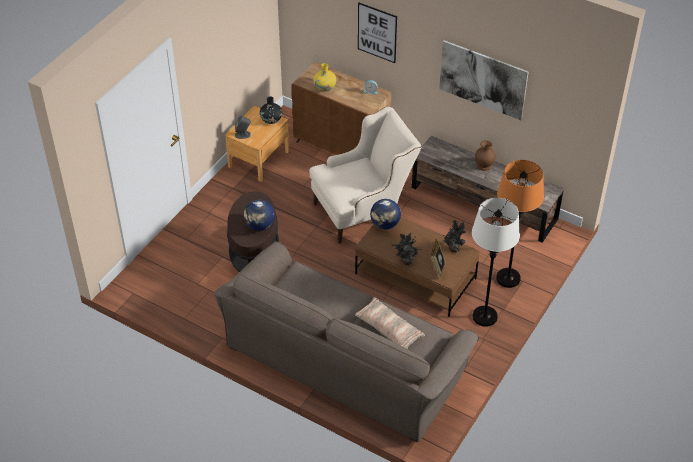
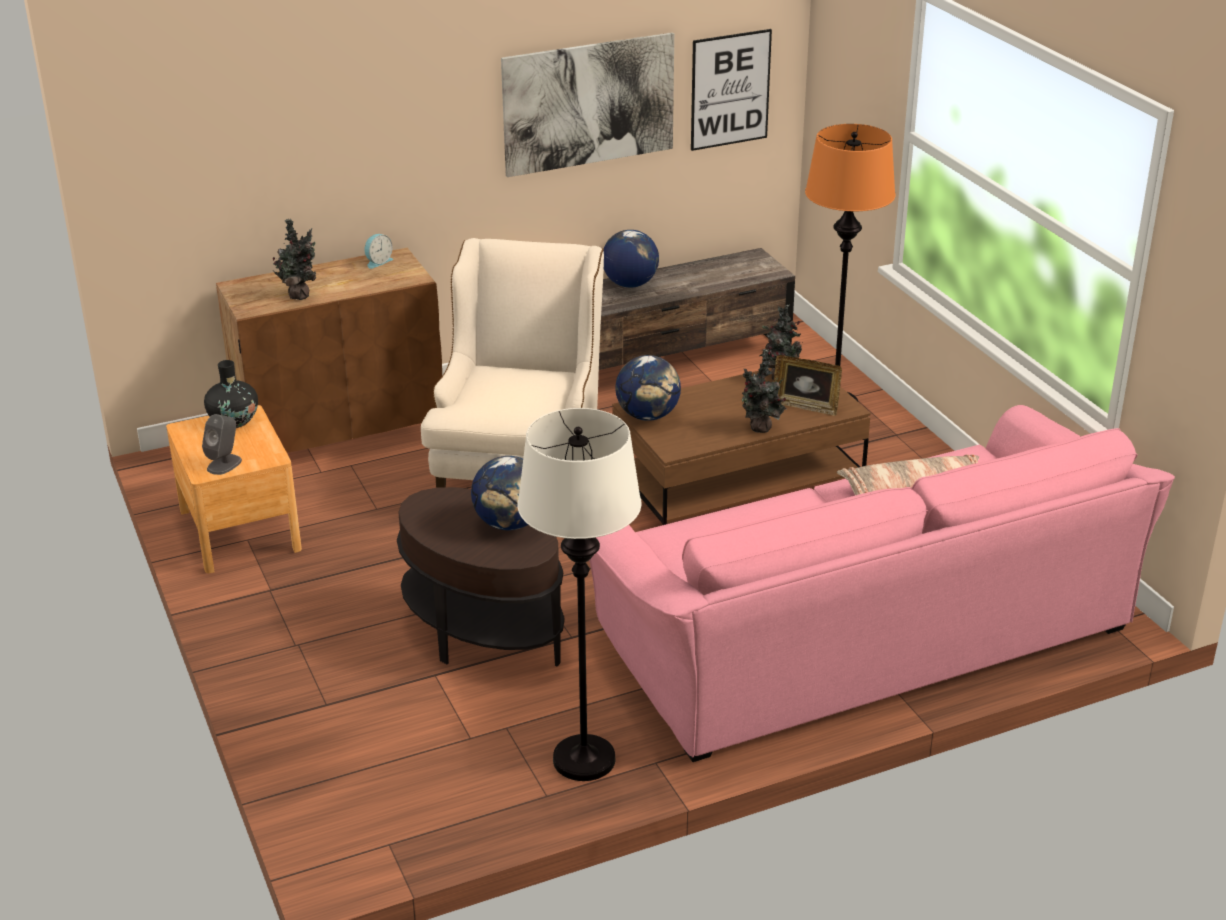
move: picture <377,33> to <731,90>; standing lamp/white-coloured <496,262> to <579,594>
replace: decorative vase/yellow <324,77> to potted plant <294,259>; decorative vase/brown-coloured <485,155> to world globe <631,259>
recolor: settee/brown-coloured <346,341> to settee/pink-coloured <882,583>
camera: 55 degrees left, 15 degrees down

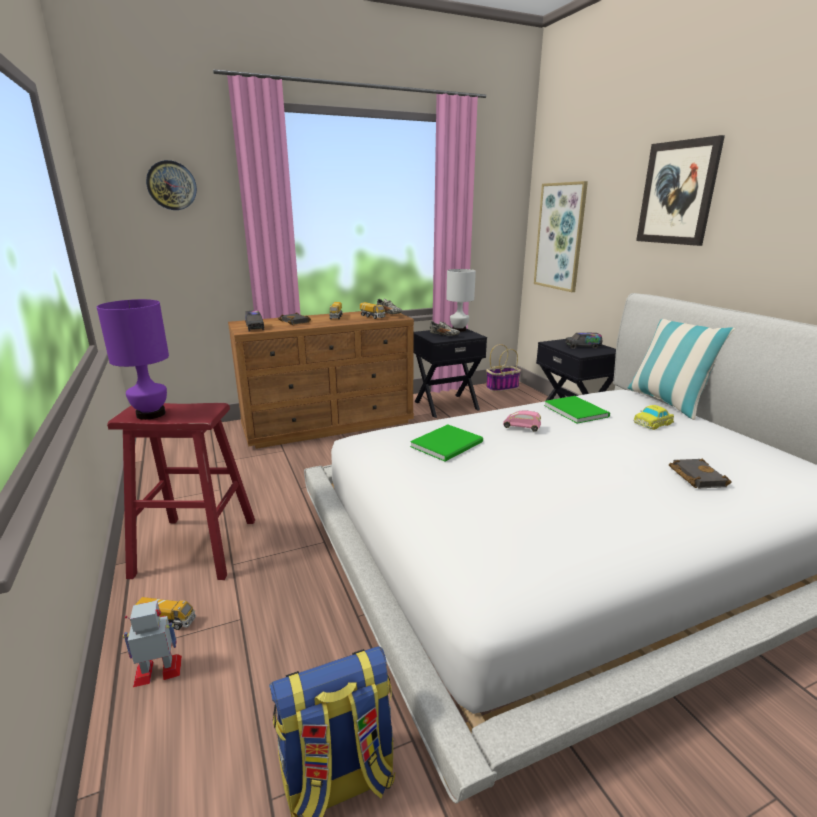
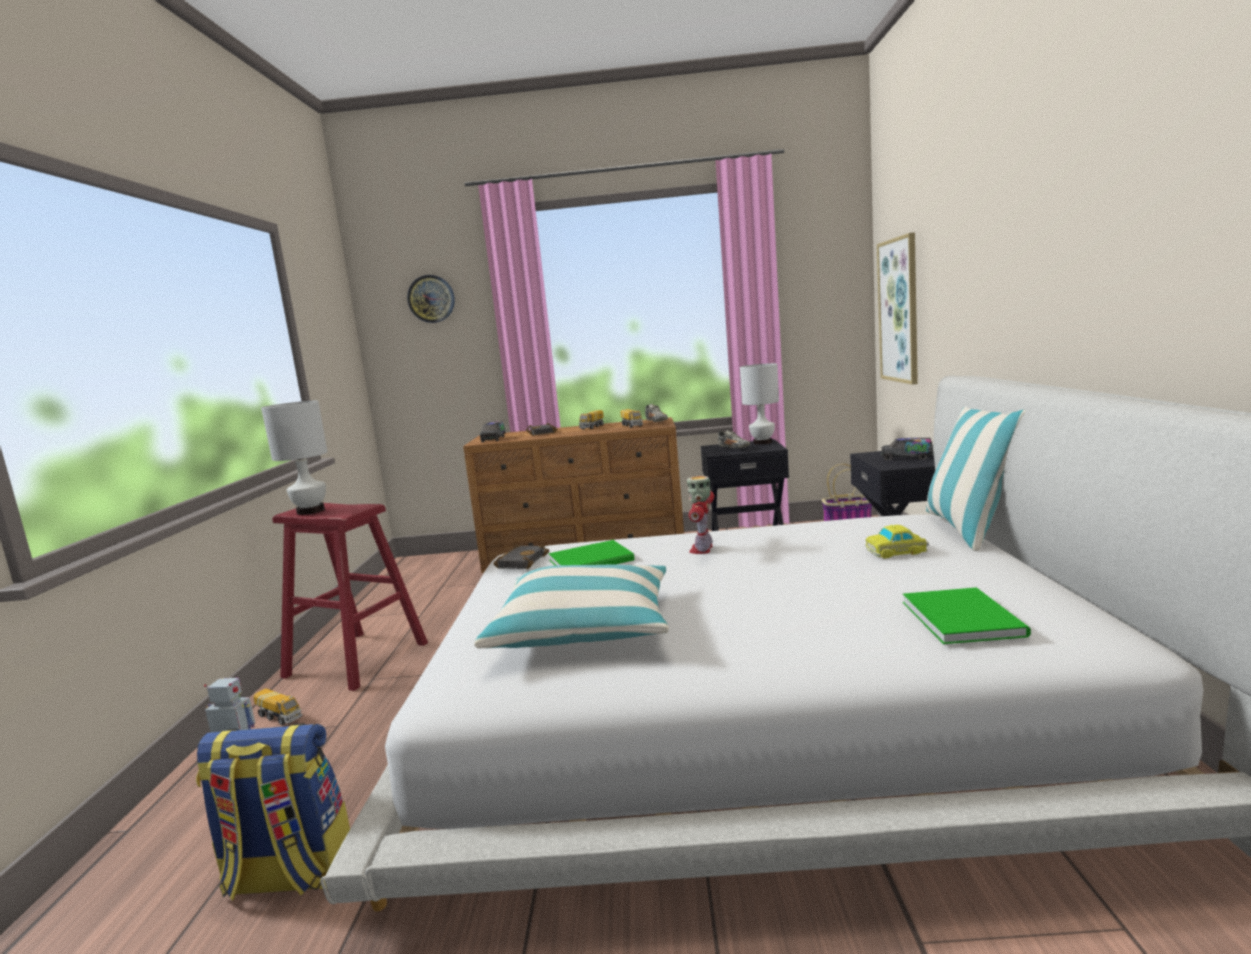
delete: picture <680,190>
insert: cushion <571,606>
move: volume/green-coloured <577,410> to <967,615>; volume/black <700,473> to <521,557>
replace: model car/pink-coloured <522,421> to robot figure <700,515>
recolor: lamp for a table/purple-coloured <133,359> to lamp for a table/white-coloured <294,457>
camera: 25 degrees right, 10 degrees down

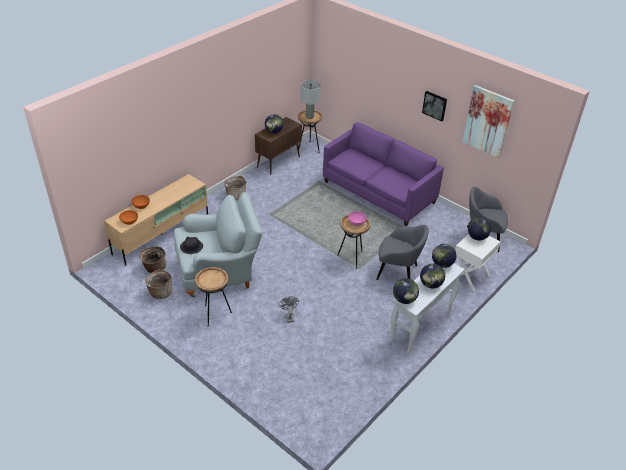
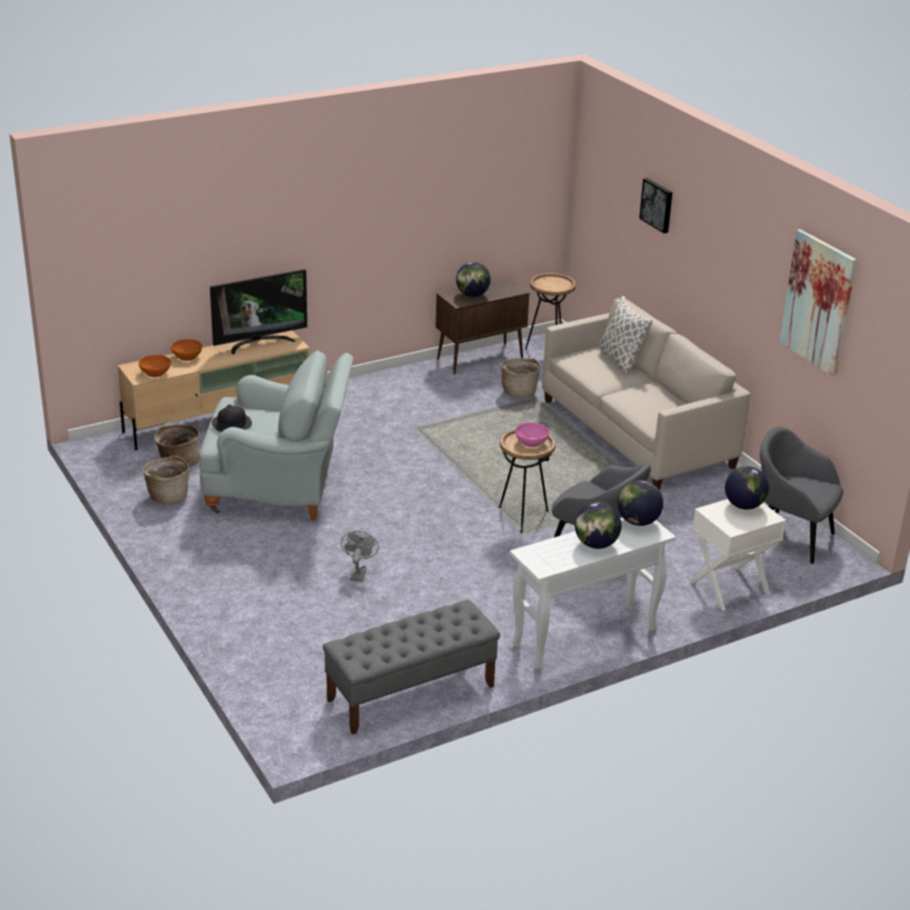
delete: side table/brown-coloured <213,297>; lamp for a table/gray <311,99>; world globe <406,291>
insert: TV <258,311>; indoor bench/gray <411,667>; cushion <626,335>
move: storage basket <235,188> to <520,378>; picture <434,106> to <656,205>
recolor: settee/purple-coloured <383,174> to settee/sand-coloured <646,394>
camera: 20 degrees right, 10 degrees down

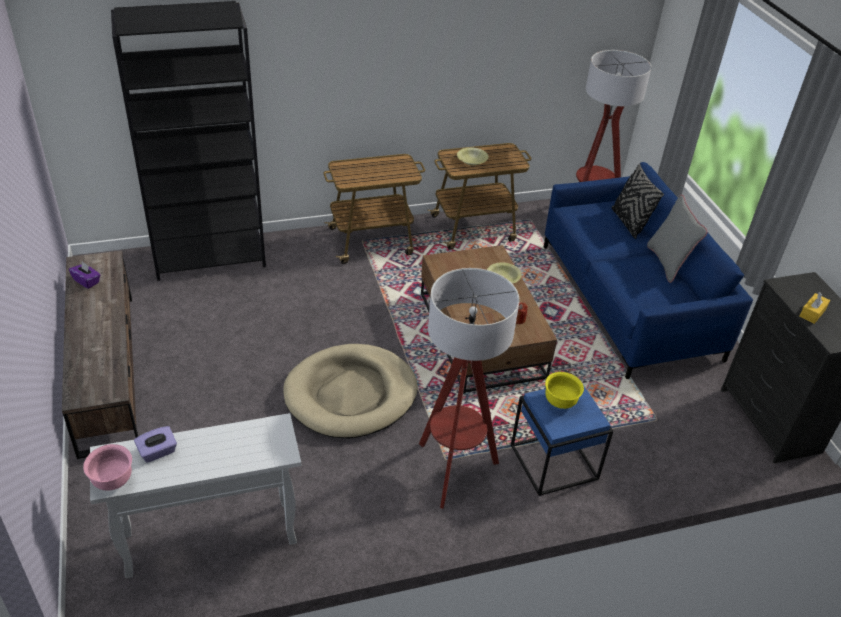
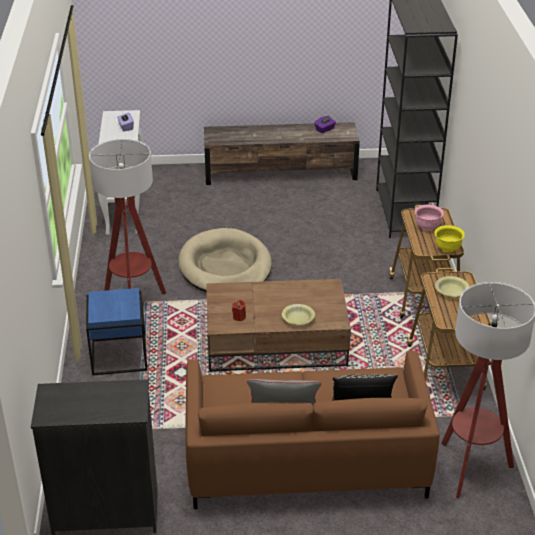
delete: tissue holder/yellow <814,308>
move: bowl/pink-coloured <107,467> to <429,218>; bowl/yellow <564,390> to <450,239>
recolor: settee/blue <648,270> to settee/brown-coloured <313,430>
camera: 105 degrees right, 5 degrees down

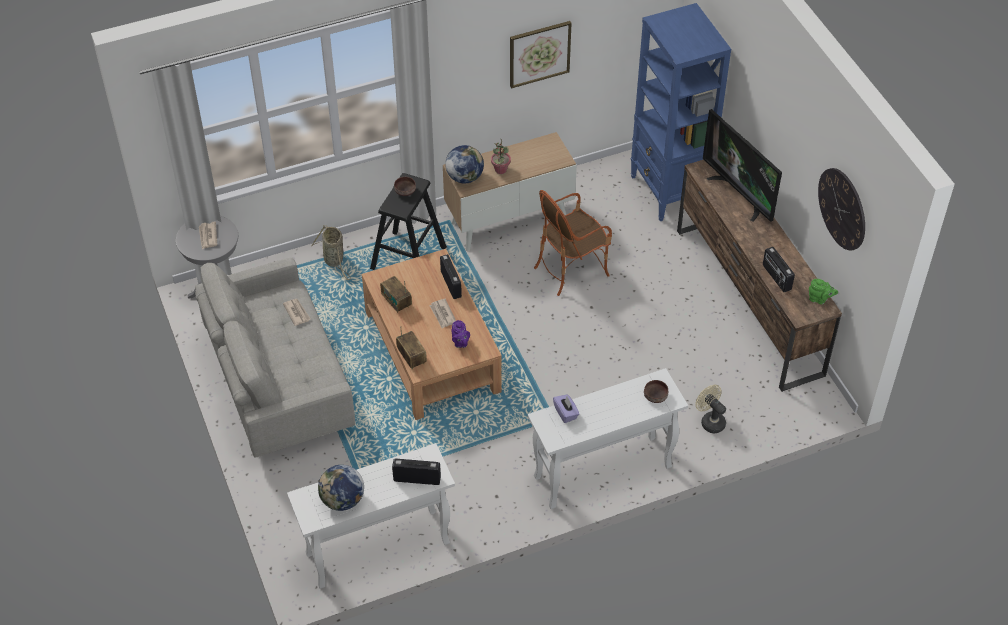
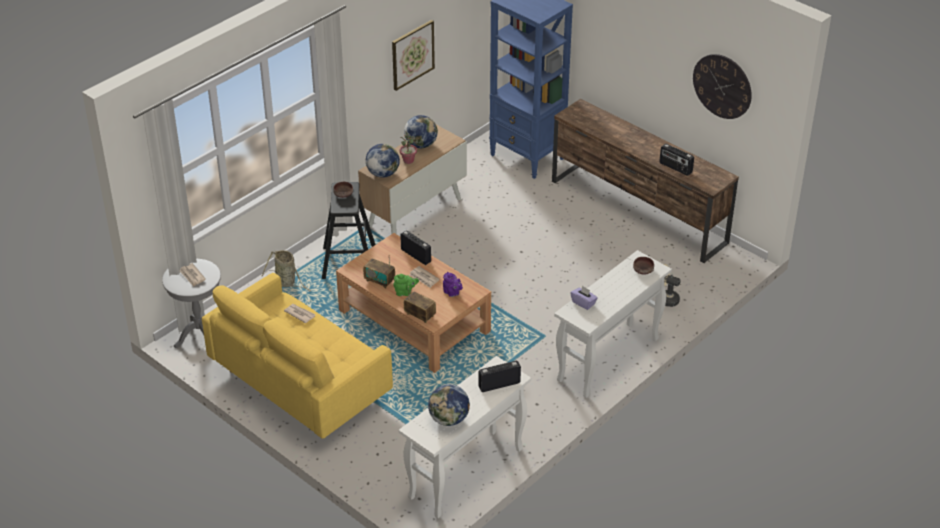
delete: armchair <573,243>; TV <742,165>
insert: world globe <421,131>
move: tea pot/green-coloured <823,291> to <406,285>
recolor: settee/gray <275,357> to settee/yellow <297,356>
camera: 25 degrees left, 10 degrees down

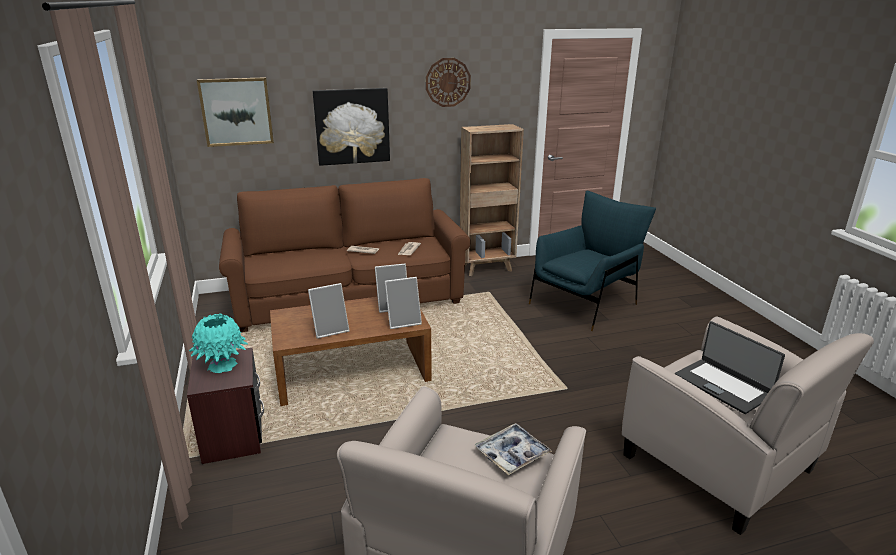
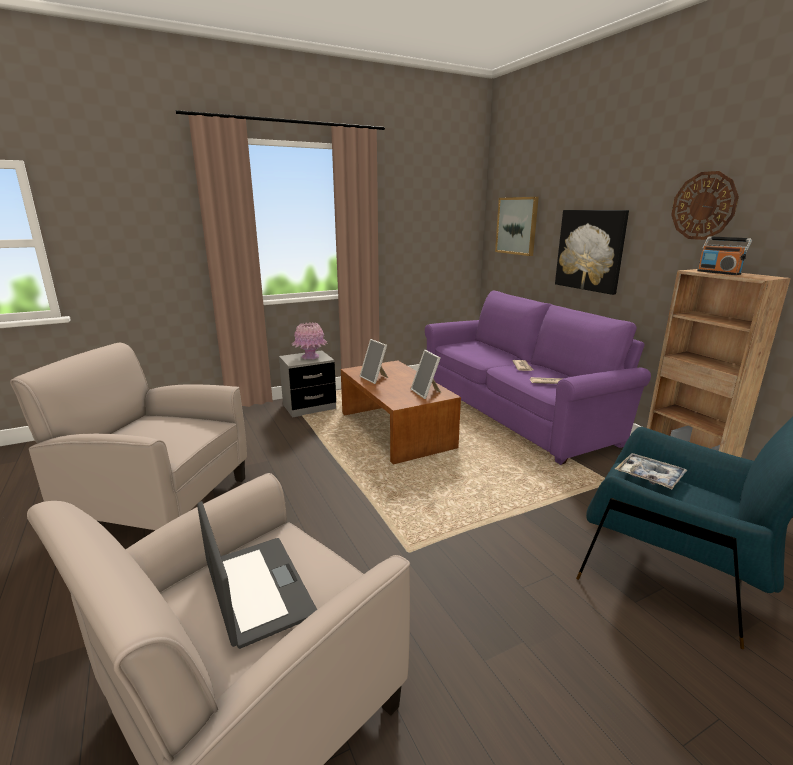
delete: photo frame <403,303>
insert: radio receiver <724,255>
move: carrying tray <513,449> to <651,471>
recolor: bedside table/brown-coloured <225,406> to bedside table/gray <307,384>; decorative vase/turquoise <218,343> to decorative vase/pink-coloured <310,341>; settee/brown-coloured <345,255> to settee/purple-coloured <538,378>
rotate: laptop <730,367> = <257,575> 105 degrees clockwise
camera: 80 degrees right, 5 degrees down

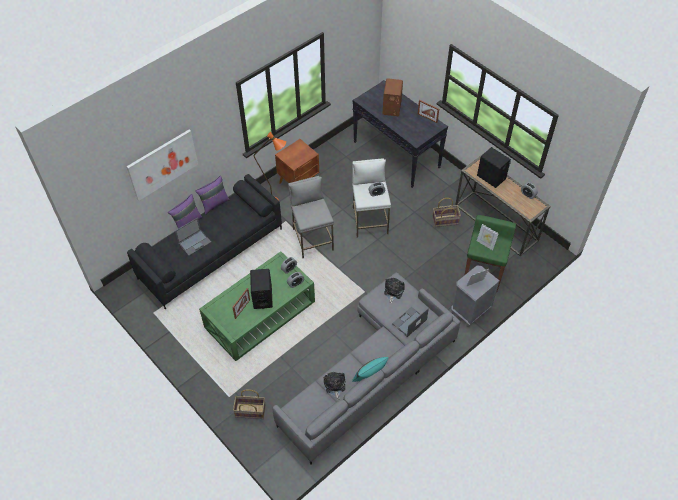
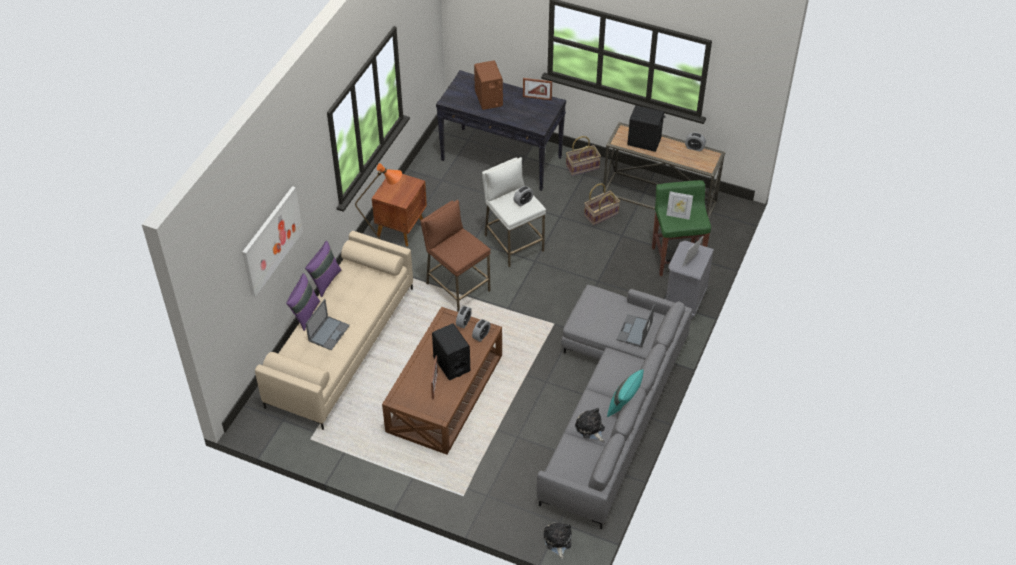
move: storage basket <249,404> to <583,156>; soft toy <394,291> to <558,540>
recolor: settee/black <204,242> to settee/sand-coloured <334,330>; lounge table/green-coloured <257,306> to lounge table/brown-coloured <442,381>; stool seat/gray <311,217> to stool seat/brown-coloured <455,256>
camera: 25 degrees left, 5 degrees down

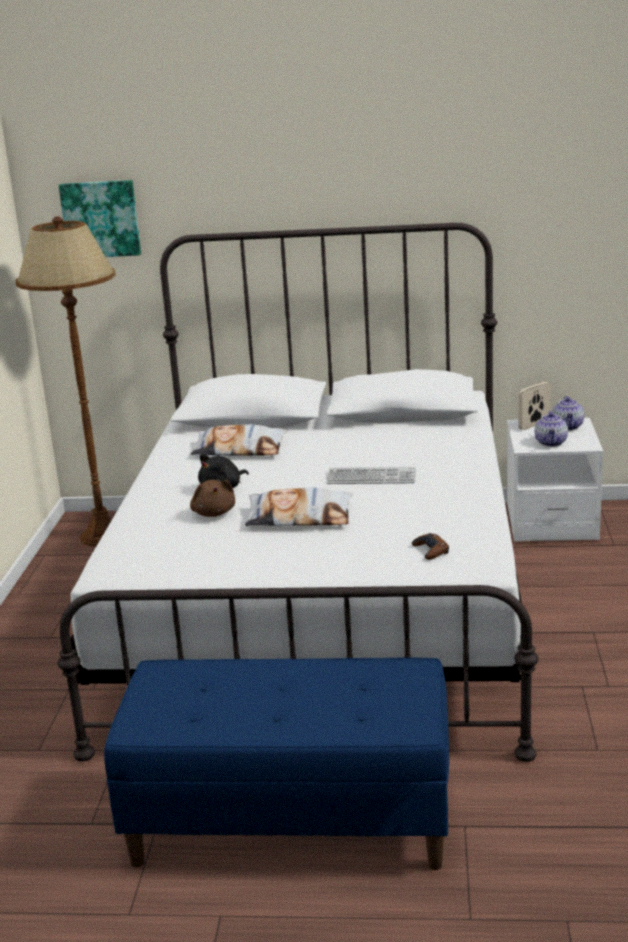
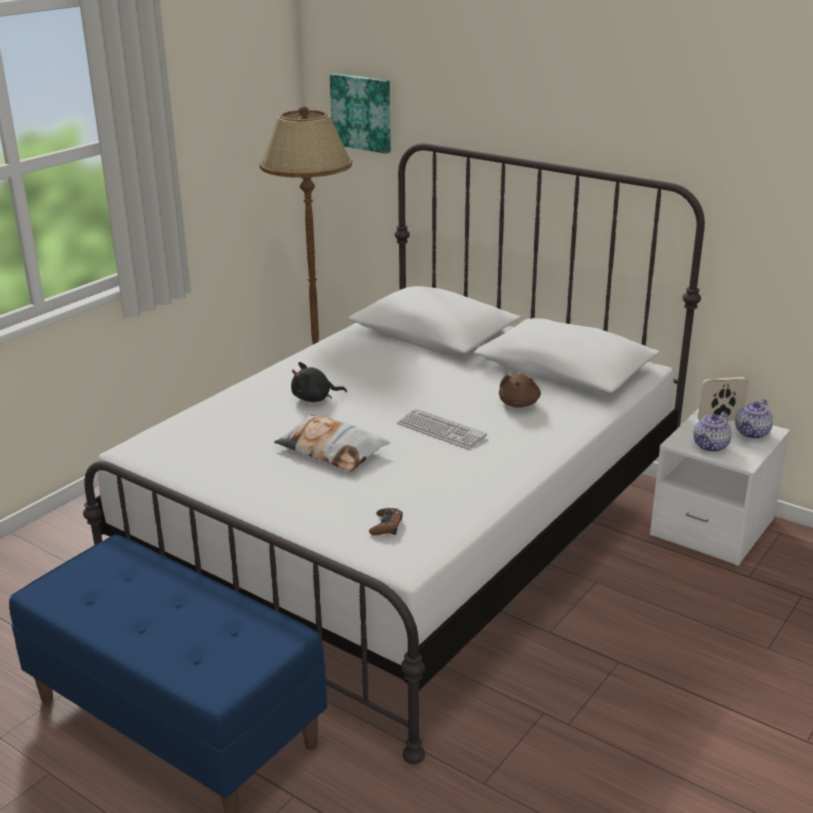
delete: cushion <238,440>
move: soft toy/brown-coloured <212,498> to <520,390>
camera: 30 degrees right, 5 degrees up

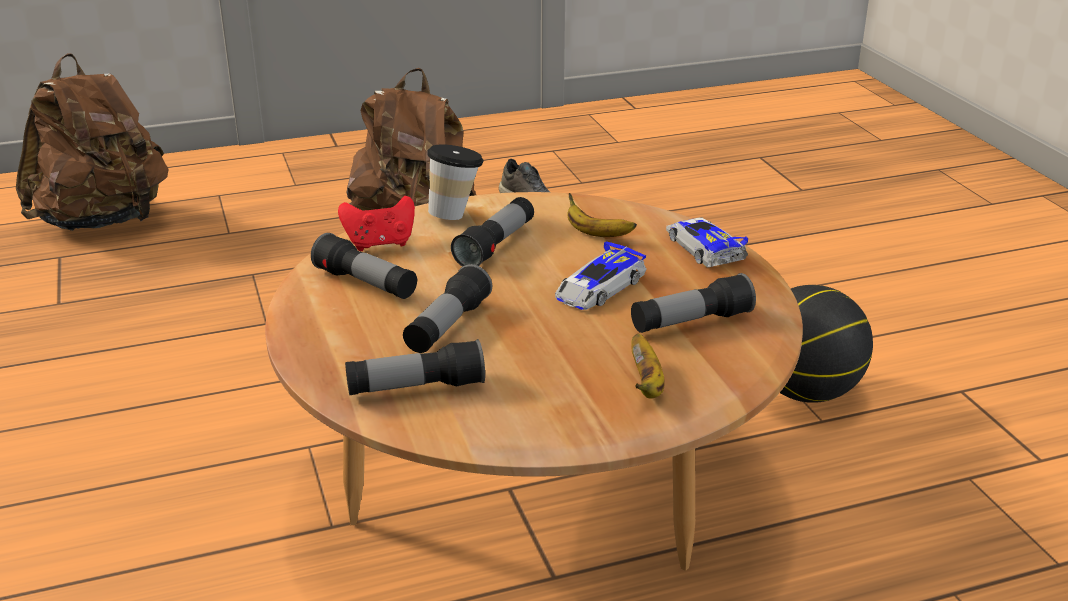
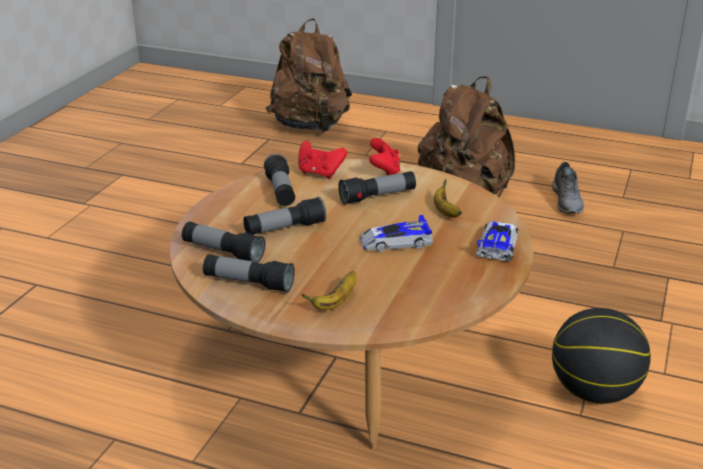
move: torch <693,303> to <249,273>
replace: small cup <455,182> to joypad/red <384,156>
camera: 40 degrees right, 0 degrees up

